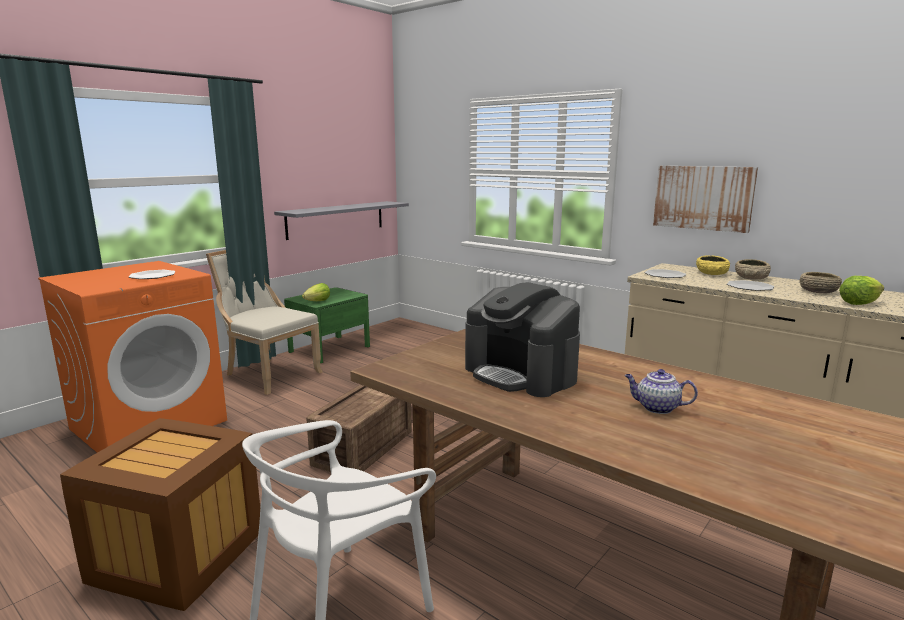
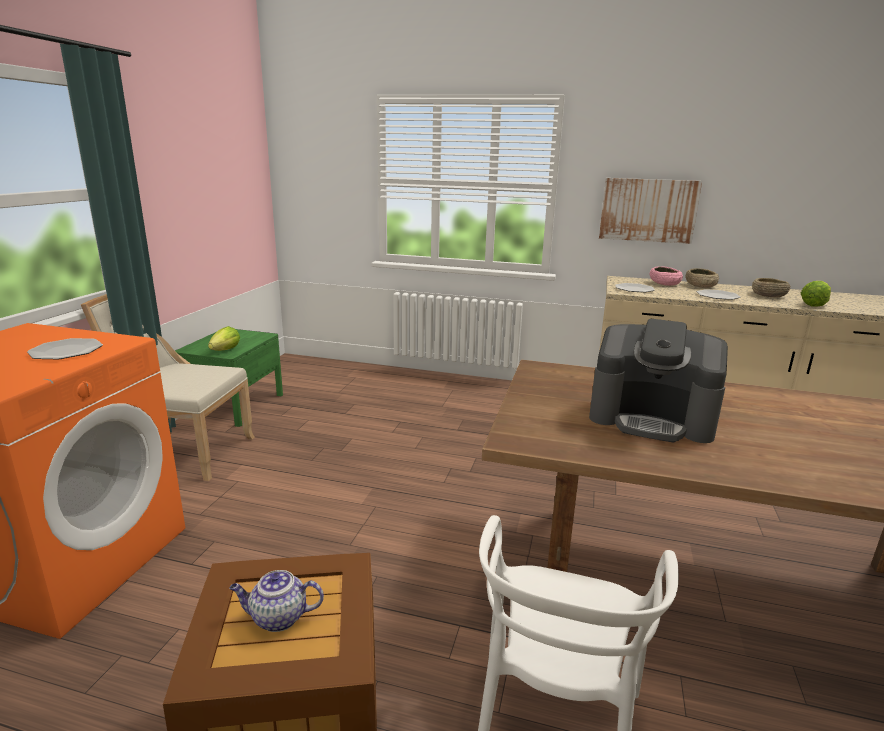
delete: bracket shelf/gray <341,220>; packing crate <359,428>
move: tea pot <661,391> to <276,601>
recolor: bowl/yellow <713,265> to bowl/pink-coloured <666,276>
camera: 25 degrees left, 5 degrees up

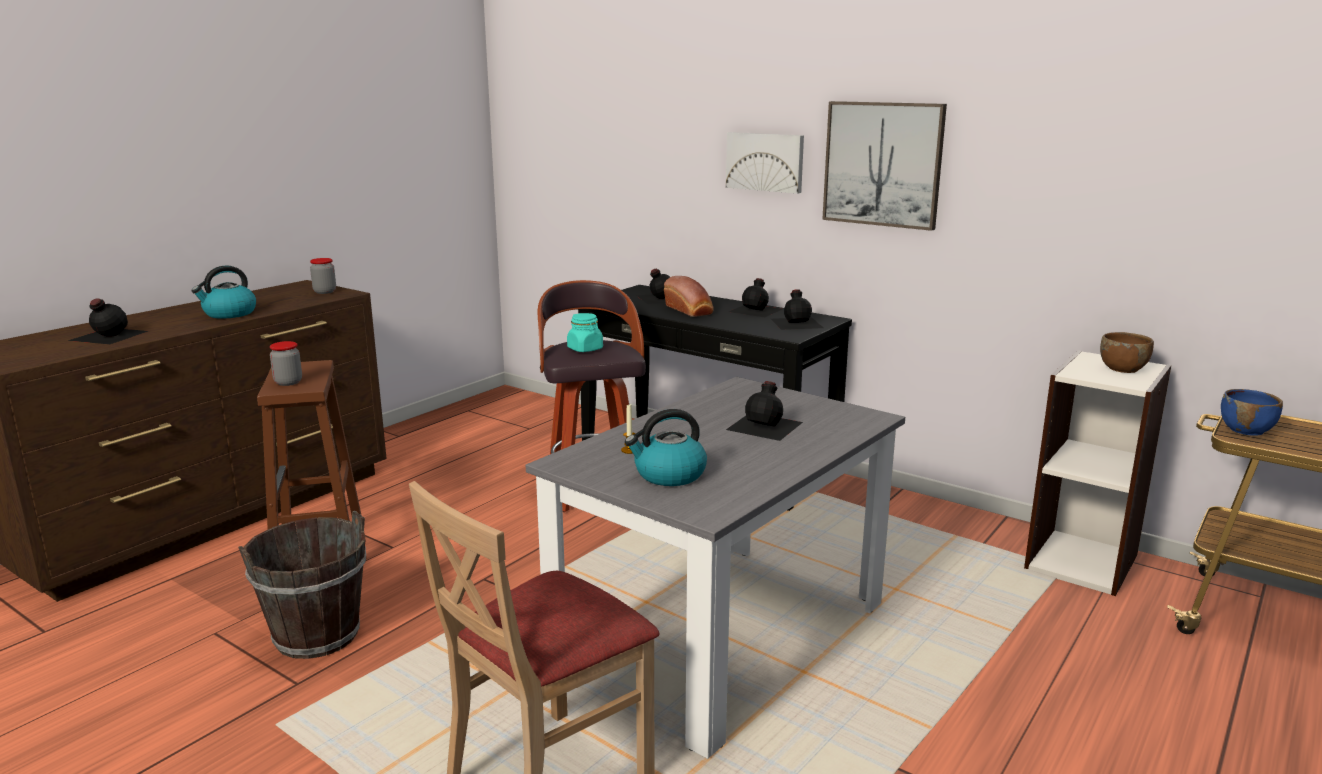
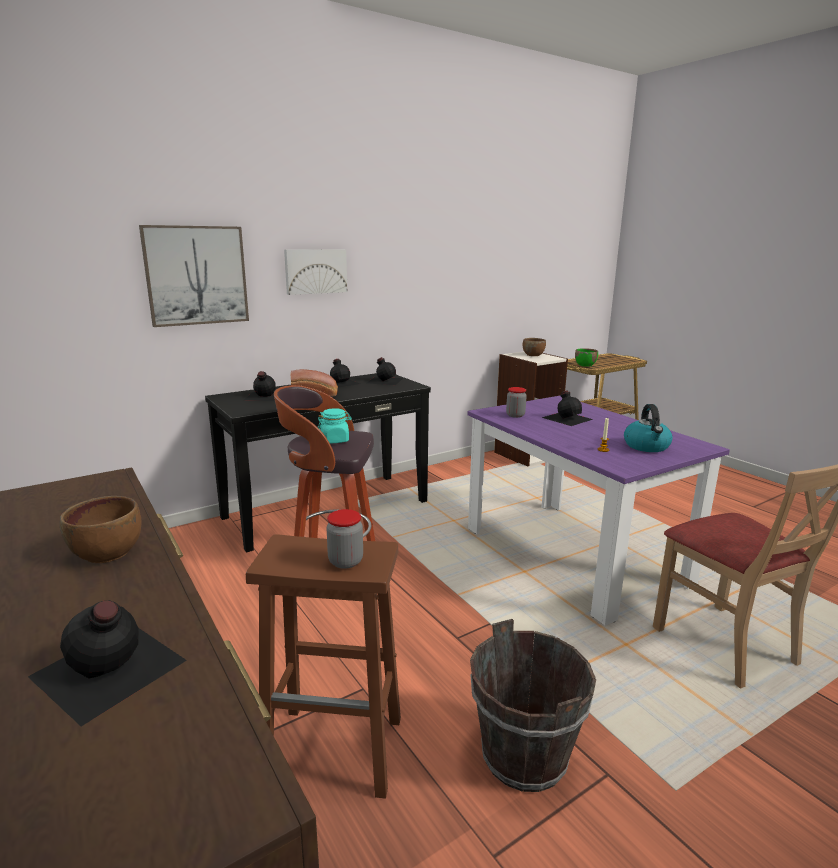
move: storage jar <323,276> to <516,402>; picture <884,166> to <194,276>
replace: tea kettle <224,292> to bowl/brown-coloured <100,529>
recolor: kitchen table/gray <715,568> to kitchen table/purple-coloured <598,511>; bowl/blue <1252,412> to bowl/green-coloured <586,357>
camera: 70 degrees left, 0 degrees up

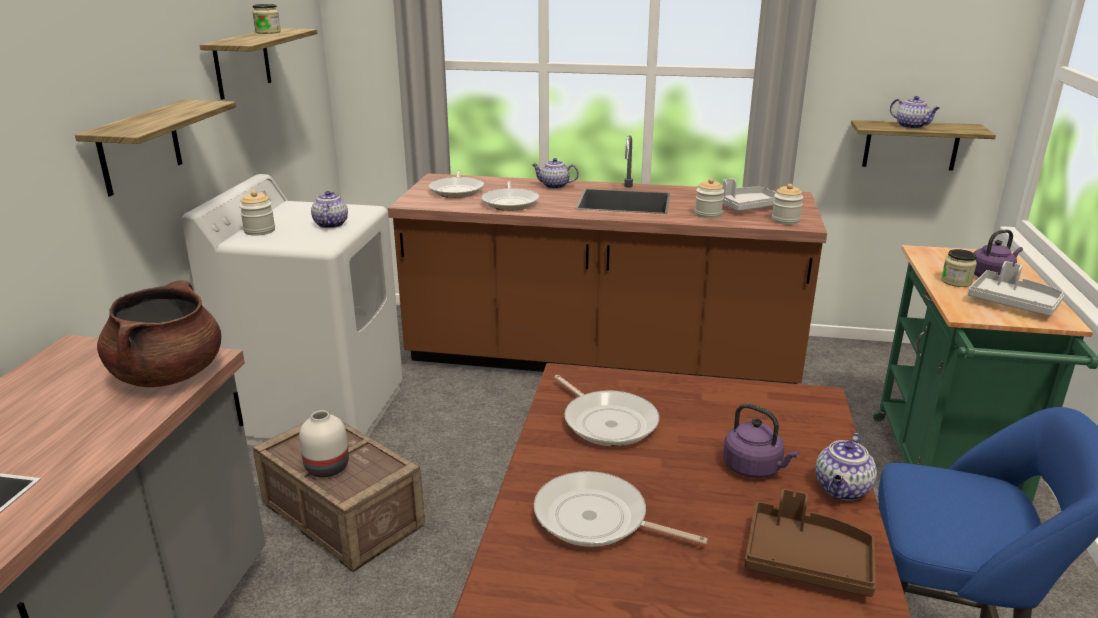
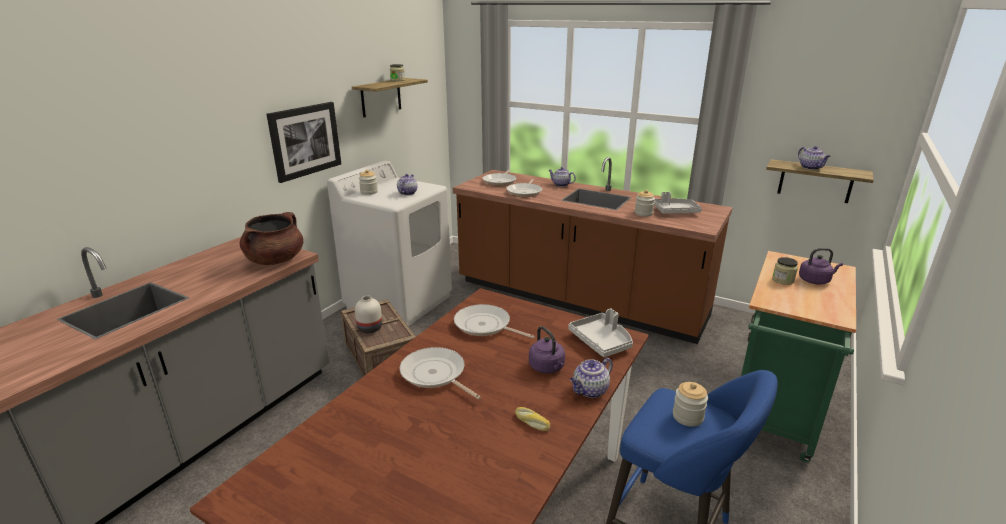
move: storage jar <787,204> to <690,404>; carrying tray/gray <1016,288> to <600,332>
replace: bracket shelf <155,148> to picture <304,142>; carrying tray/brown-coloured <810,543> to bakery bread <532,419>
rotate: pan <606,410> = <494,321> 135 degrees clockwise
camera: 20 degrees right, 0 degrees up

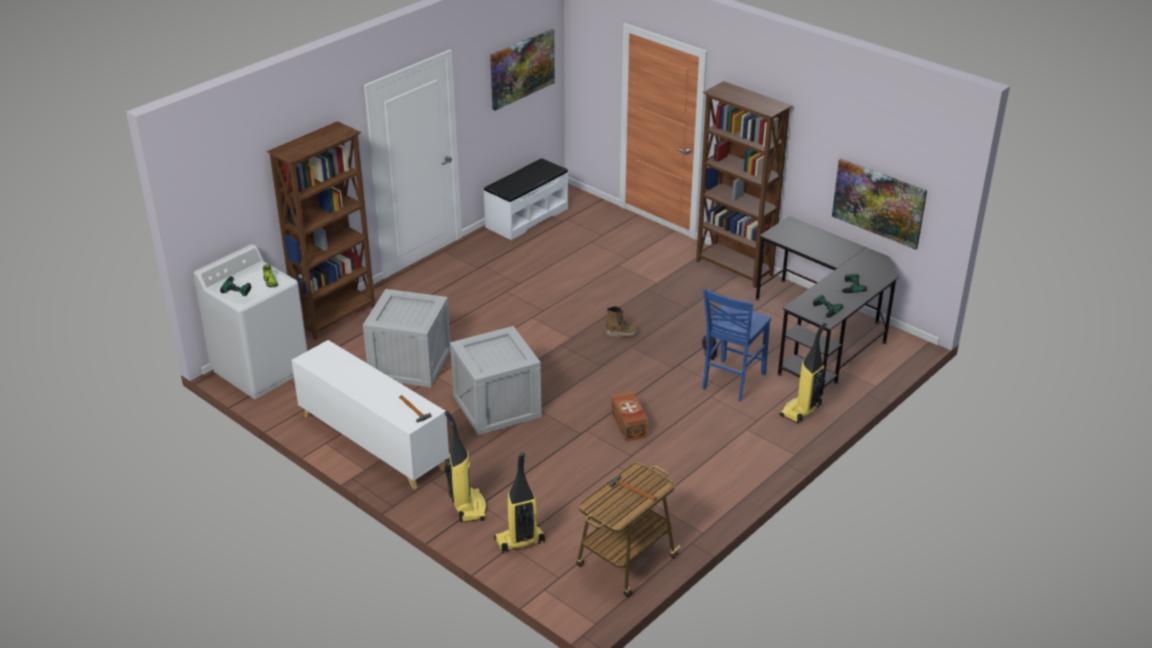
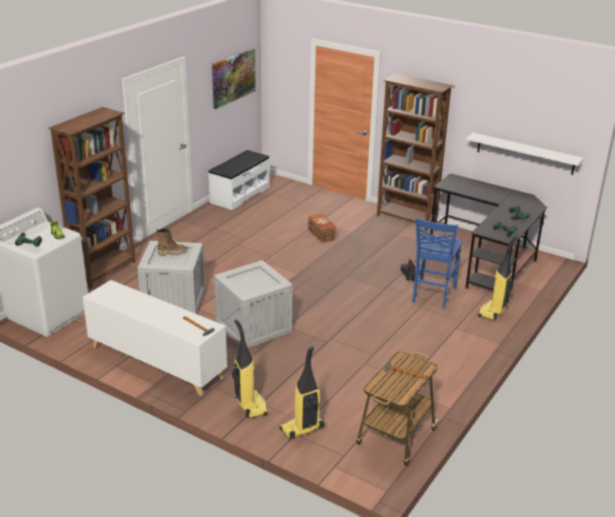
move: tall boot <622,321> to <171,241>; storage box/brown-coloured <629,416> to <322,228>
replace: picture <879,204> to bracket shelf/white-coloured <525,154>
camera: 10 degrees left, 5 degrees down

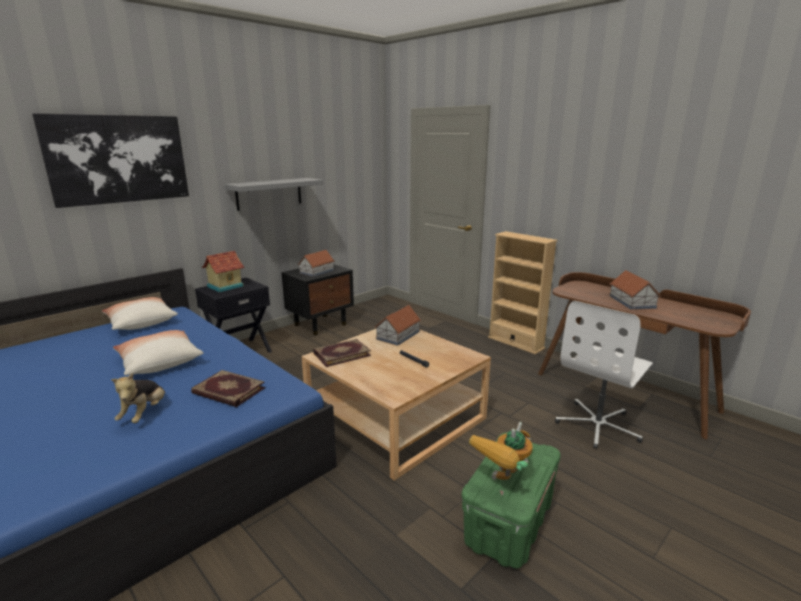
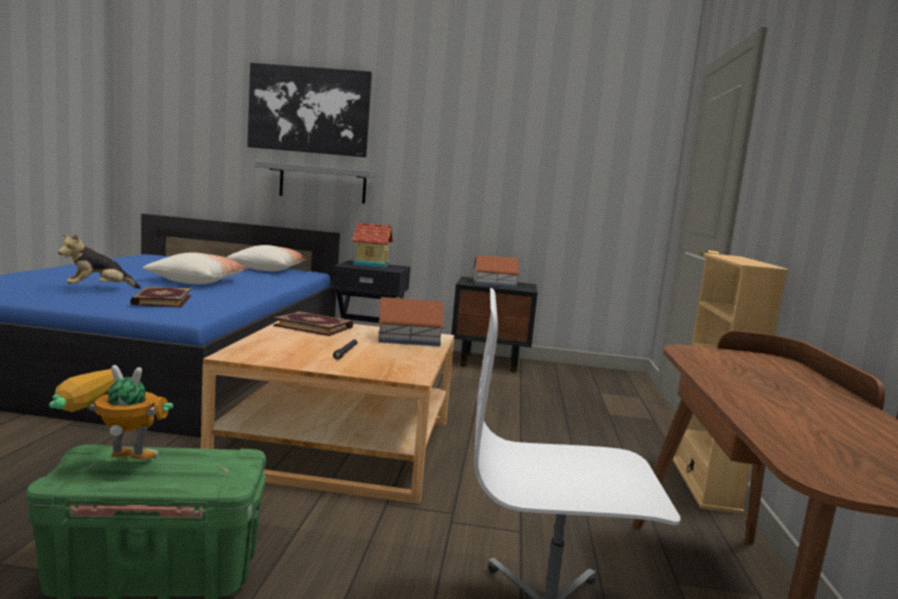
delete: model house <635,290>
move: bracket shelf/gray <273,194> to <317,182>
camera: 50 degrees right, 10 degrees down

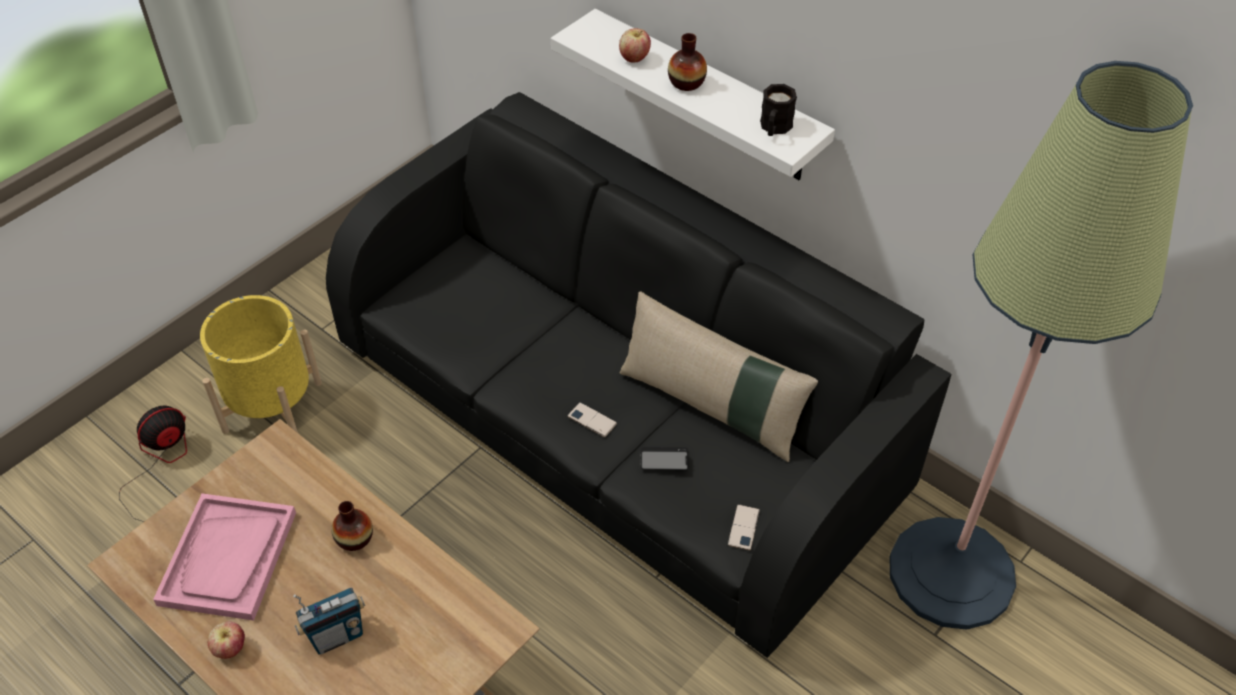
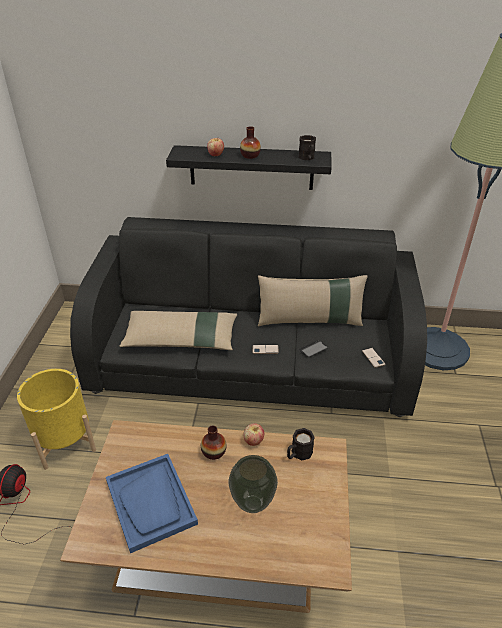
insert: cushion/sand-coloured <178,330>; coffee mug/black <301,444>
move: whole apple <226,640> to <253,434>
replace: radio receiver <329,621> to decorative vase <253,484>
recolor: carrying tray/pink-coloured <224,557> to carrying tray/blue <152,503>; bracket shelf/white-coloured <693,94> to bracket shelf/black <249,167>
camera: 35 degrees left, 10 degrees down

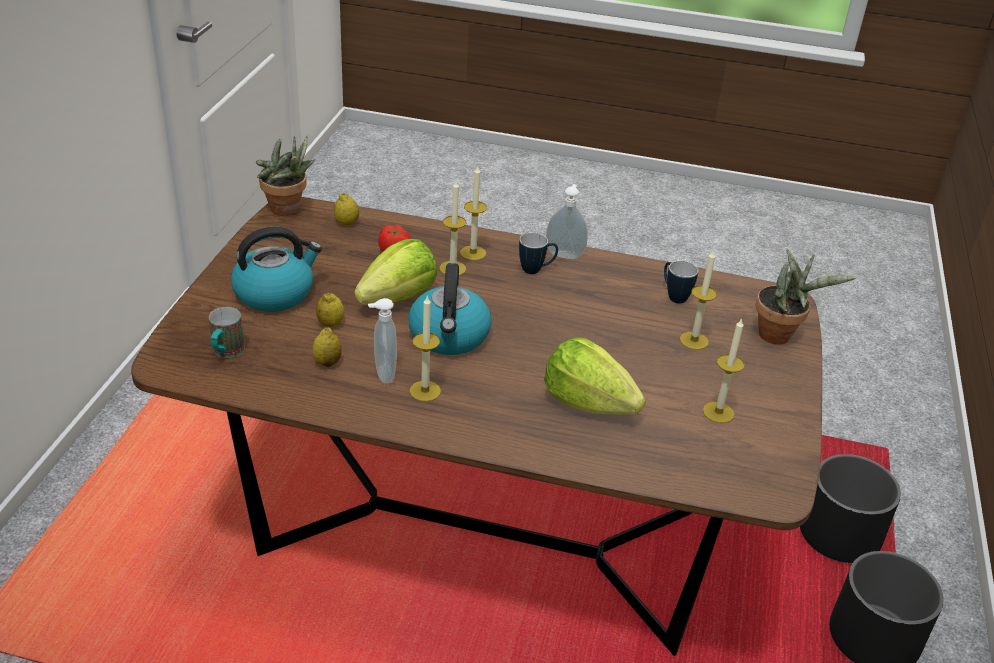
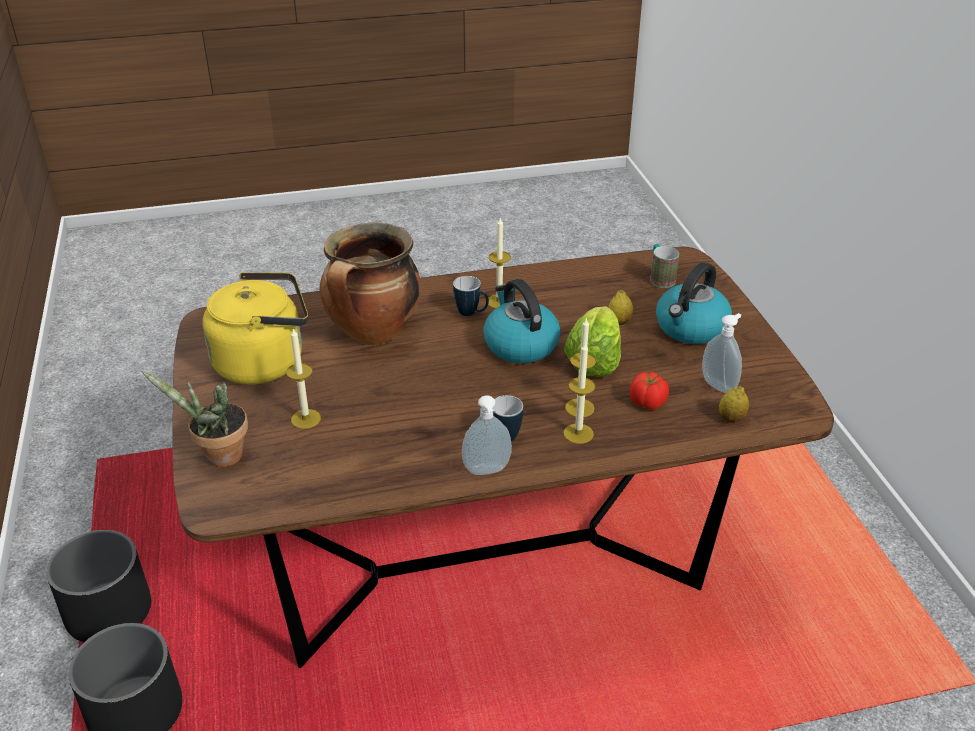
delete: potted plant <285,176>; whole lemon <327,347>
move: liquid soap bottle <382,341> to <722,353>; coffee mug <681,282> to <471,296>
replace: lettuce head <595,376> to cooking pot <370,284>; wax light <724,370> to tea kettle/yellow <255,328>
camera: 155 degrees right, 0 degrees up

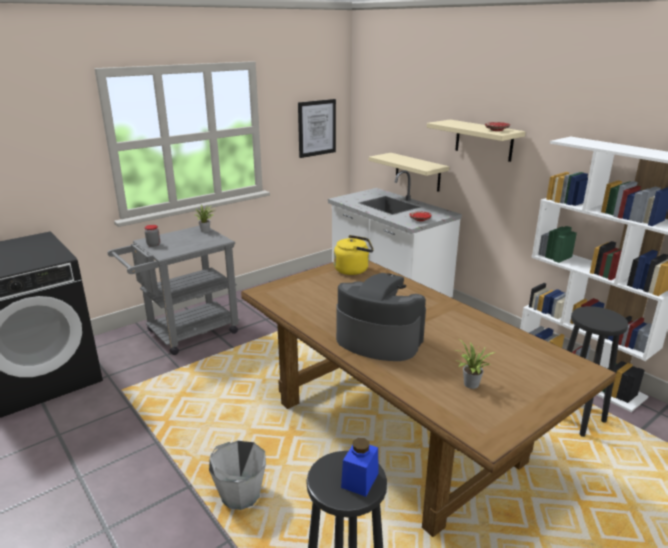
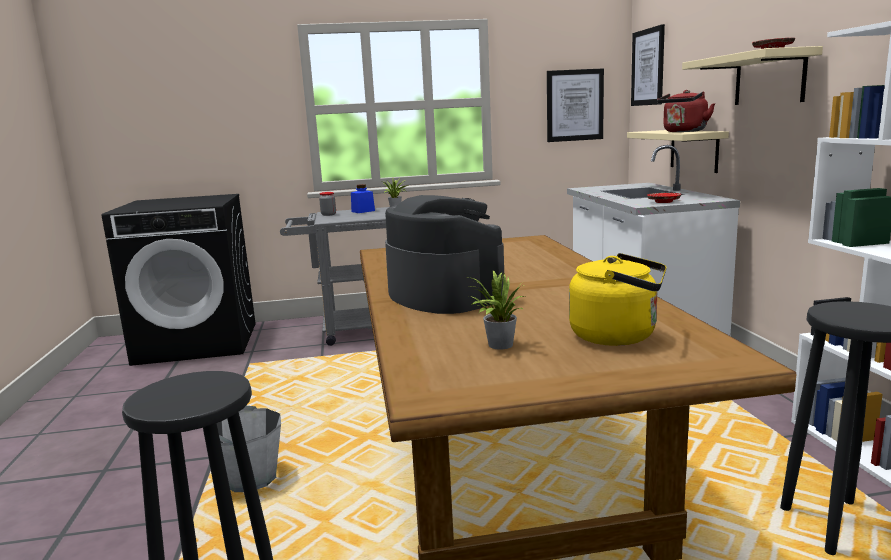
insert: picture <648,65>; tea kettle/red <686,111>
move: tea kettle/yellow <354,255> to <618,299>; storage jar/blue <360,467> to <363,198>
camera: 30 degrees right, 10 degrees down

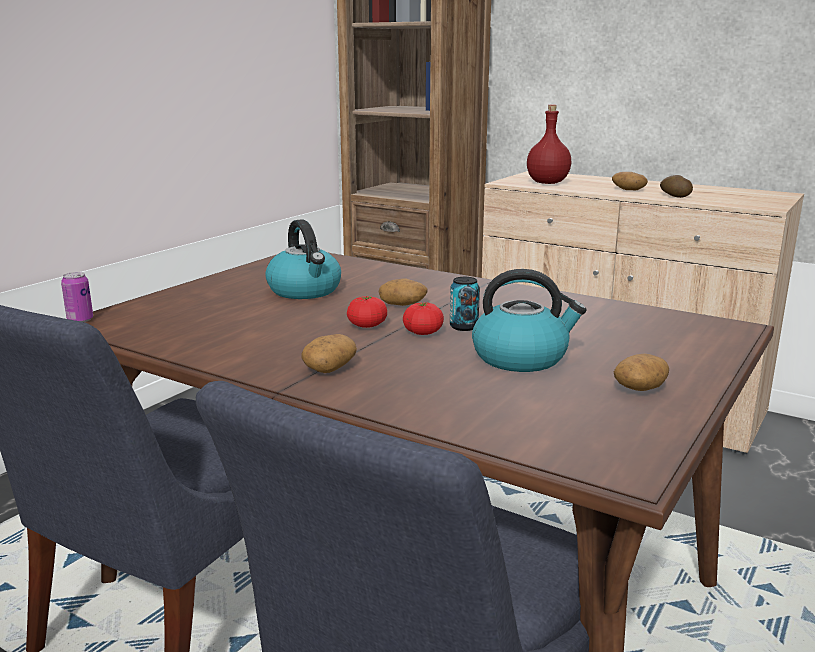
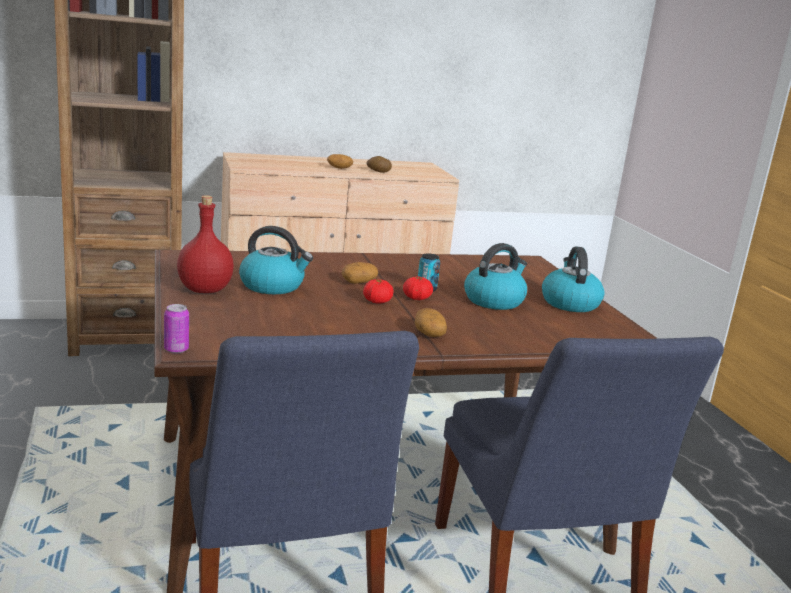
move: beverage bottle/red <549,144> to <205,244>
replace: spud <641,372> to tea kettle <573,279>
camera: 50 degrees left, 0 degrees up

